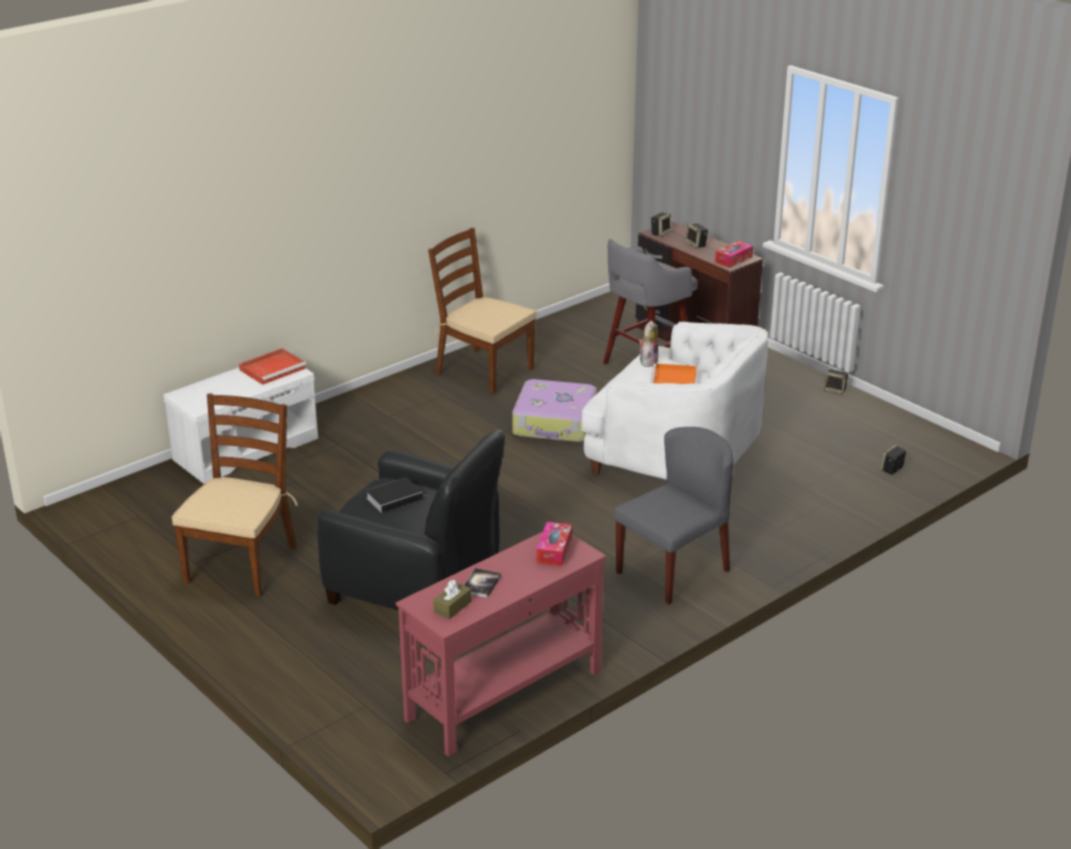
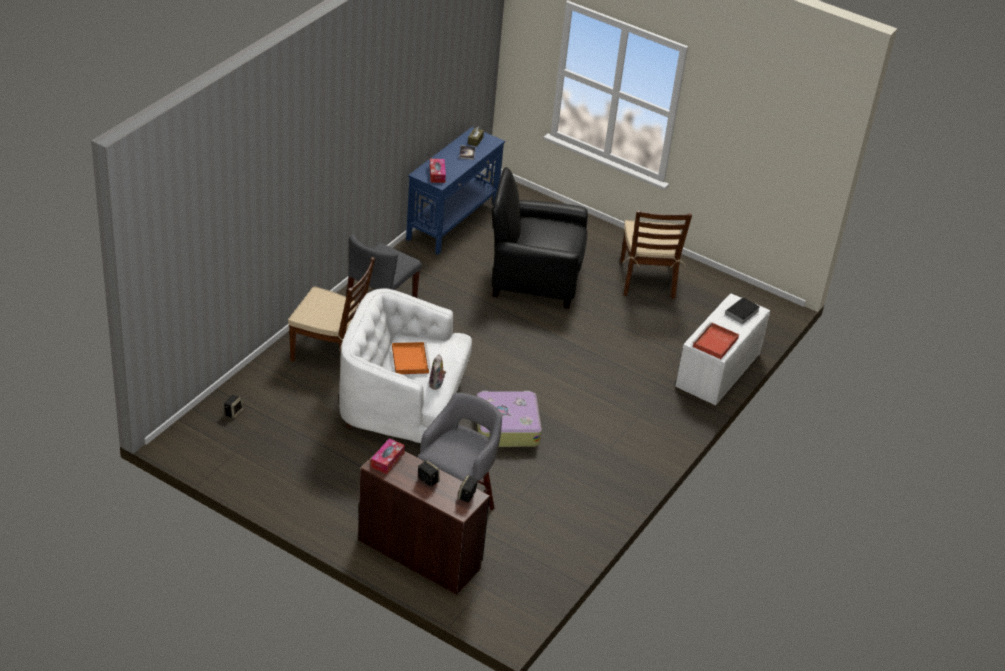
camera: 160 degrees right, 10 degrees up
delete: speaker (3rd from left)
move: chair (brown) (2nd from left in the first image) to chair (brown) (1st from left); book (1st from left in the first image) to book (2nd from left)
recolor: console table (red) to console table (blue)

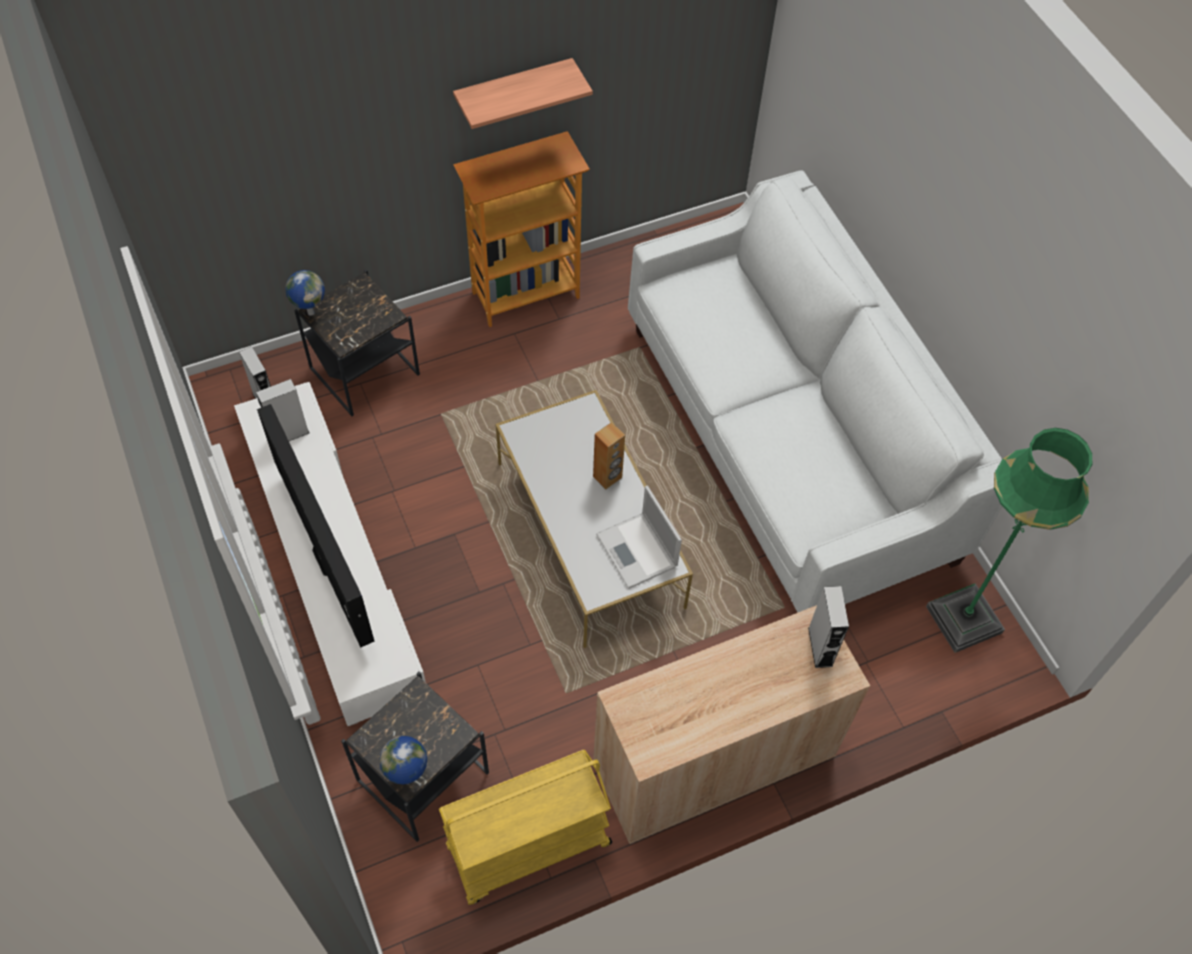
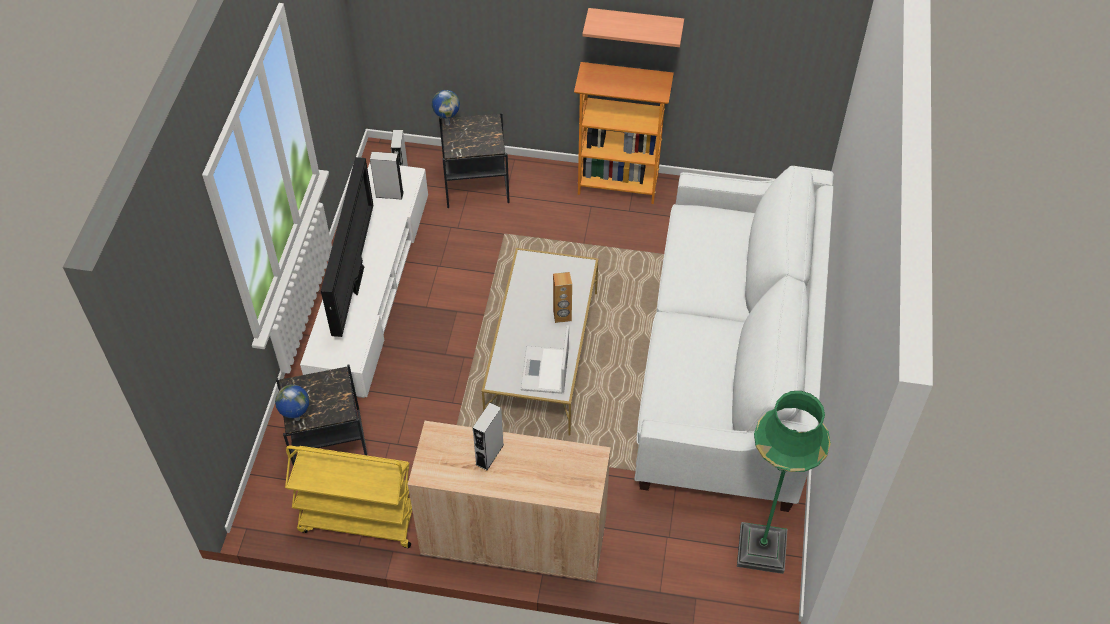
camera: 35 degrees right, 5 degrees down
move: speaker (grey) (3rd from left)

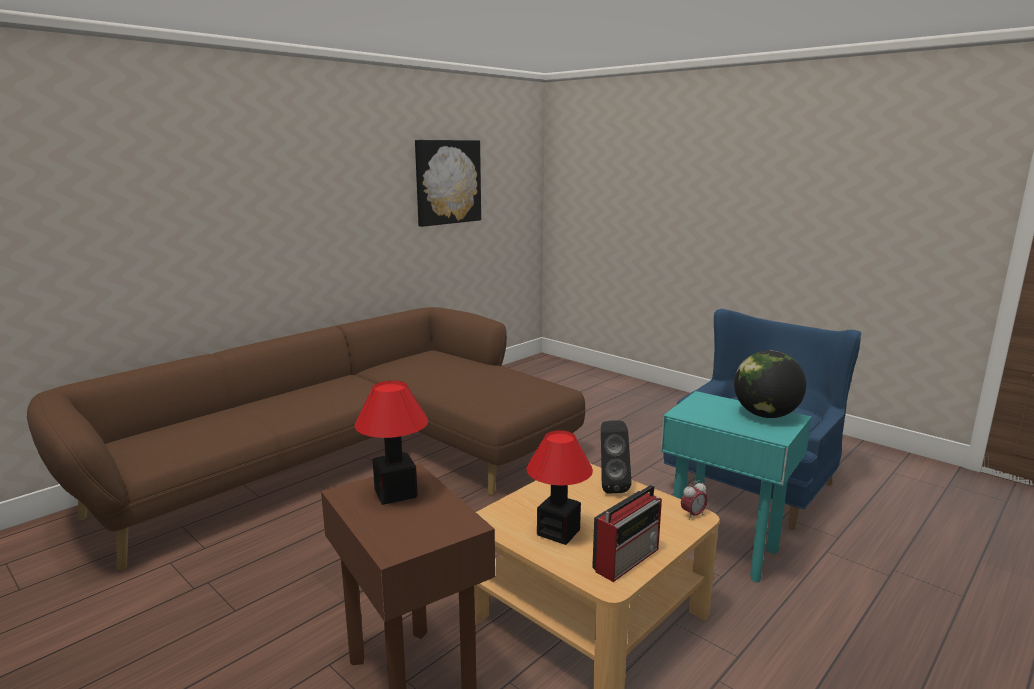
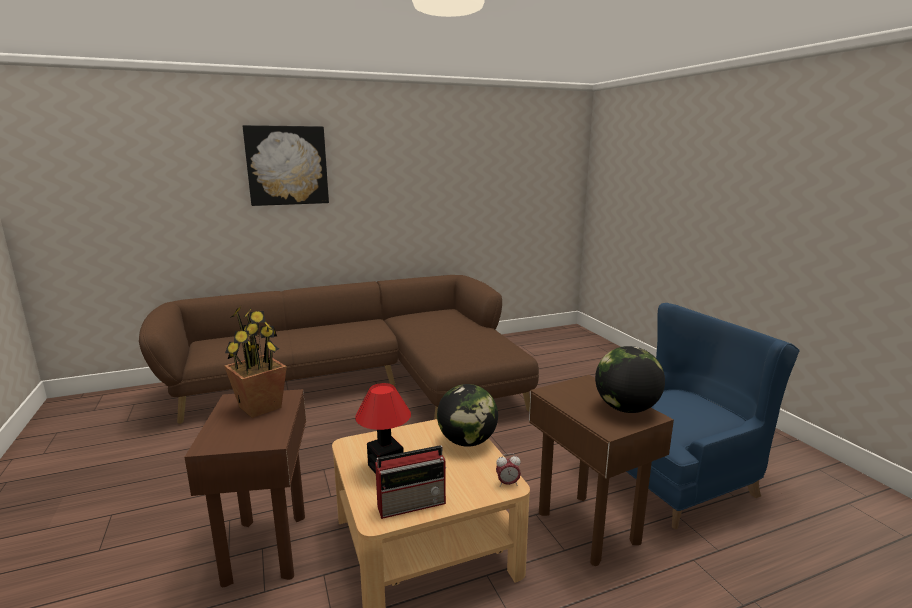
camera: 25 degrees right, 0 degrees up
move: picture
replace: table lamp (1st from left) to potted plant; speaker (black) to globe (1st from left)
recolor: side table (turquoise) to side table (brown) (2nd from left)

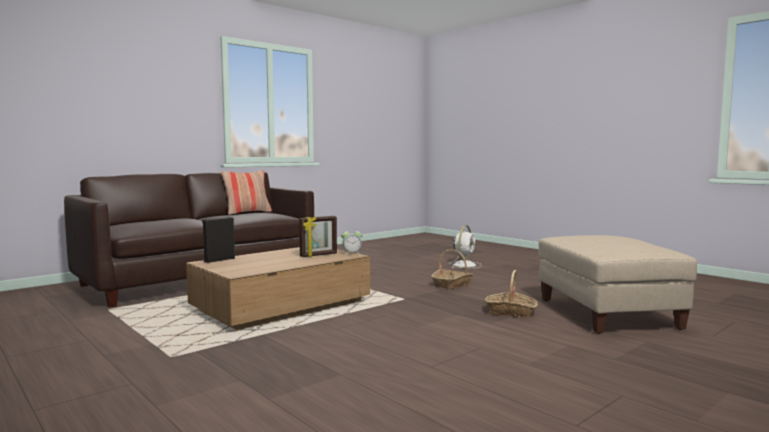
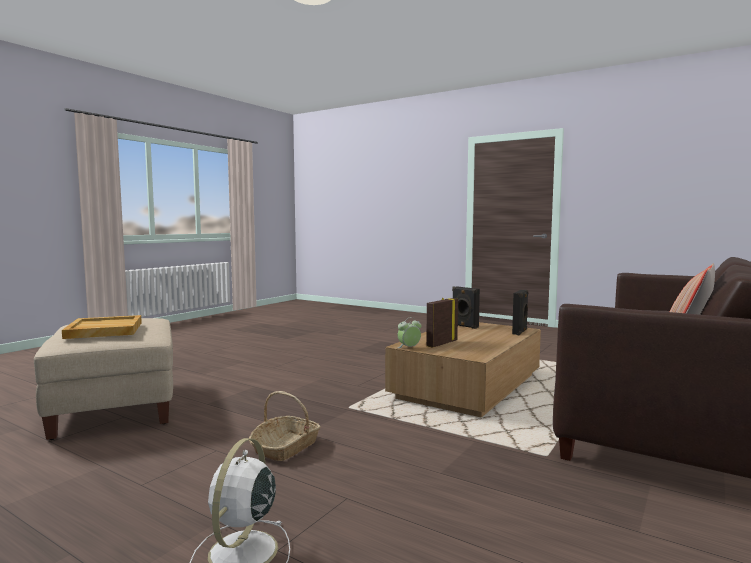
camera: 165 degrees right, 0 degrees up
delete: basket (2nd from left)
insert: speaker (black) (1st from left); tray (beige)

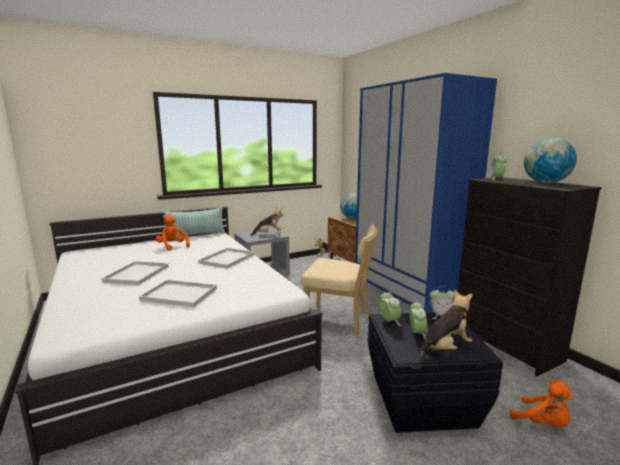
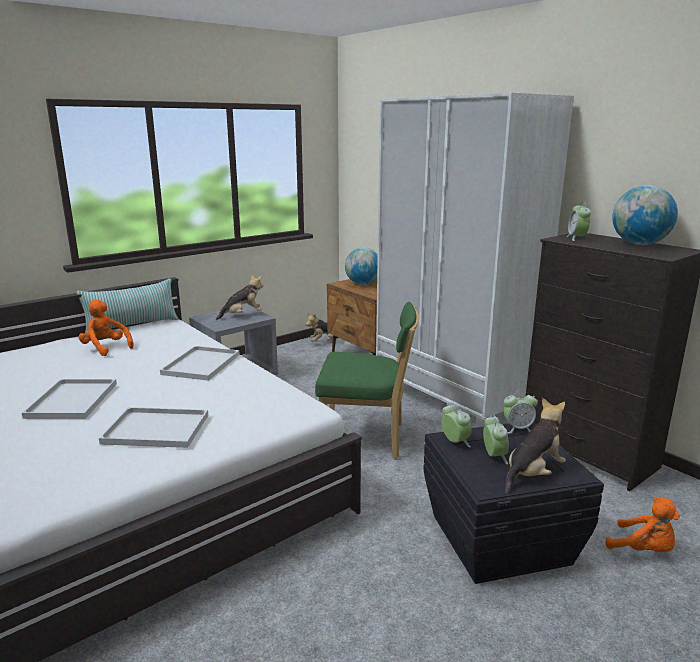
camera: 10 degrees left, 5 degrees up
recolor: wardrobe (blue) to wardrobe (white); chair (beige) to chair (green)

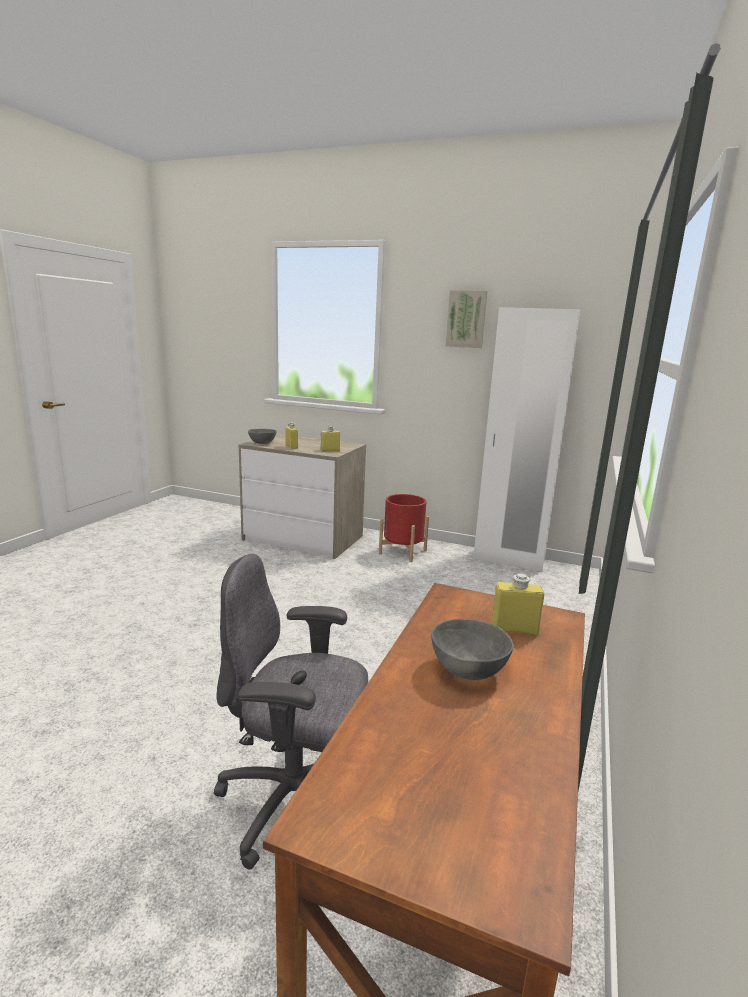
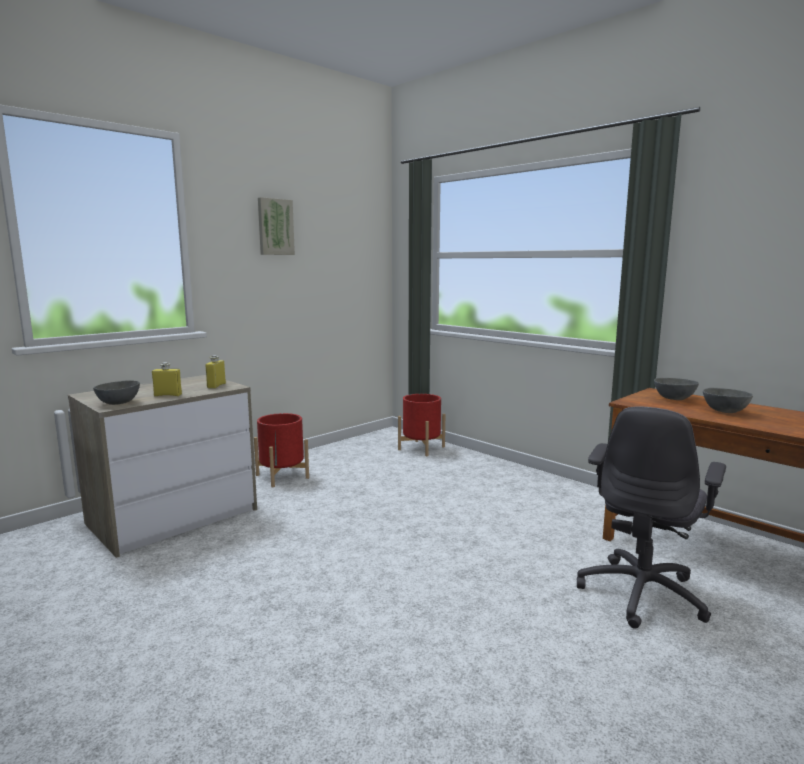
camera: 65 degrees left, 5 degrees down
delete: wardrobe (white)
insert: planter (red) (2nd from left)
replace: bottle (yellow) (3rd from left) to bowl (grey) (2nd from left)

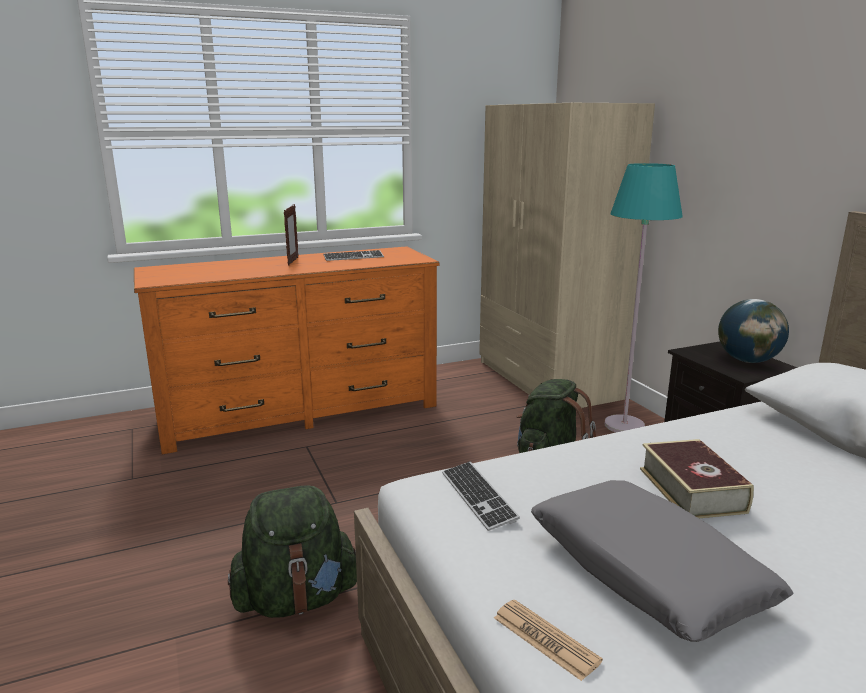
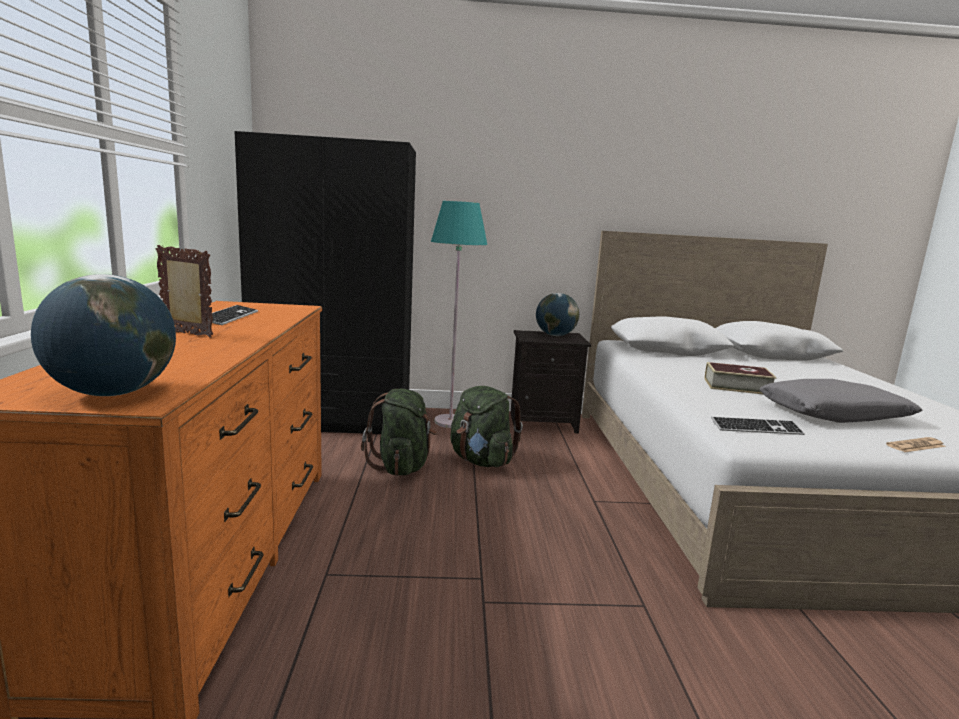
camera: 70 degrees left, 5 degrees down
insert: globe (1st from left)
move: backpack (green) (1st from left)
recolor: wardrobe (beige) to wardrobe (black)

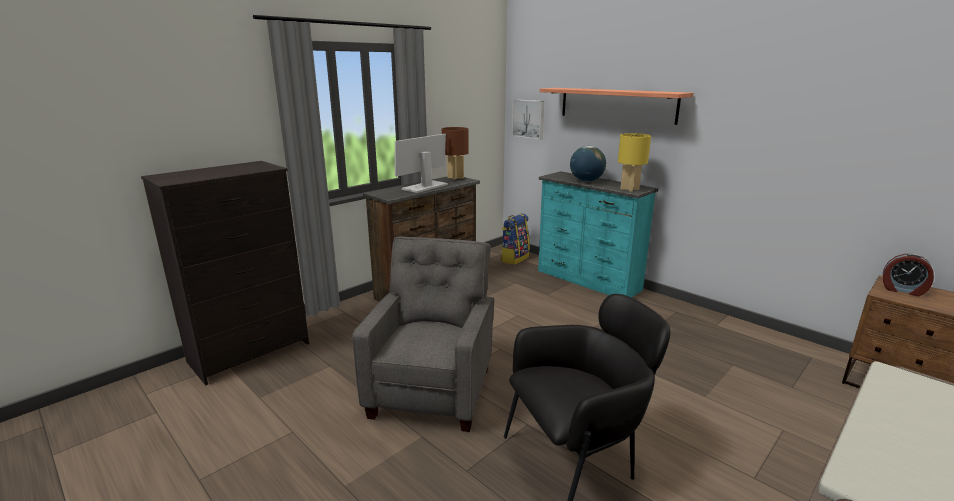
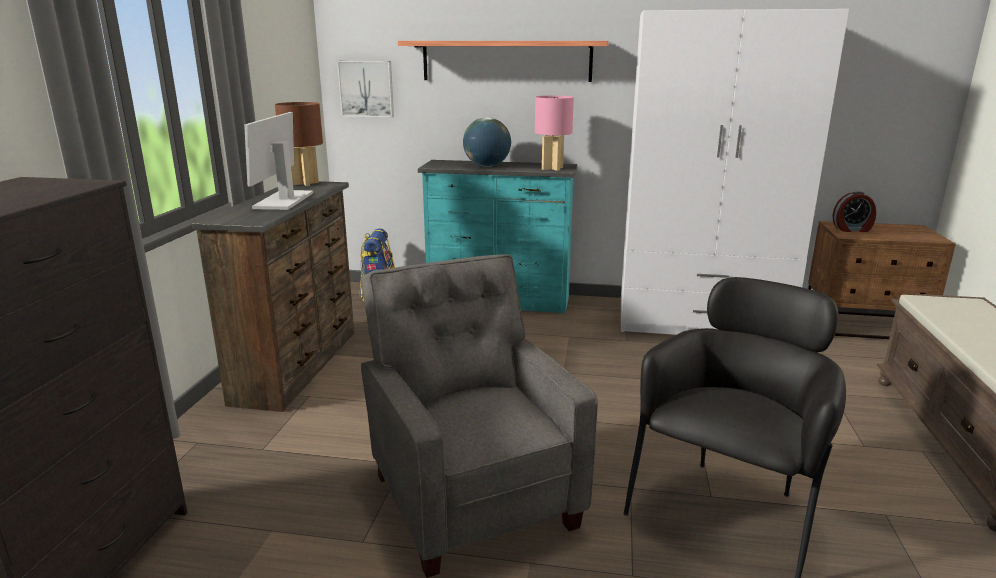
camera: 35 degrees left, 0 degrees up
insert: wardrobe (white)
recolor: table lamp (yellow) to table lamp (pink)

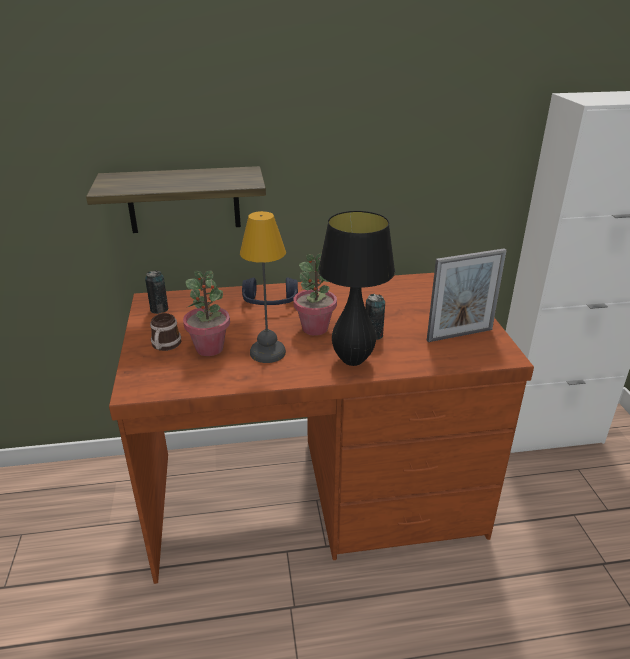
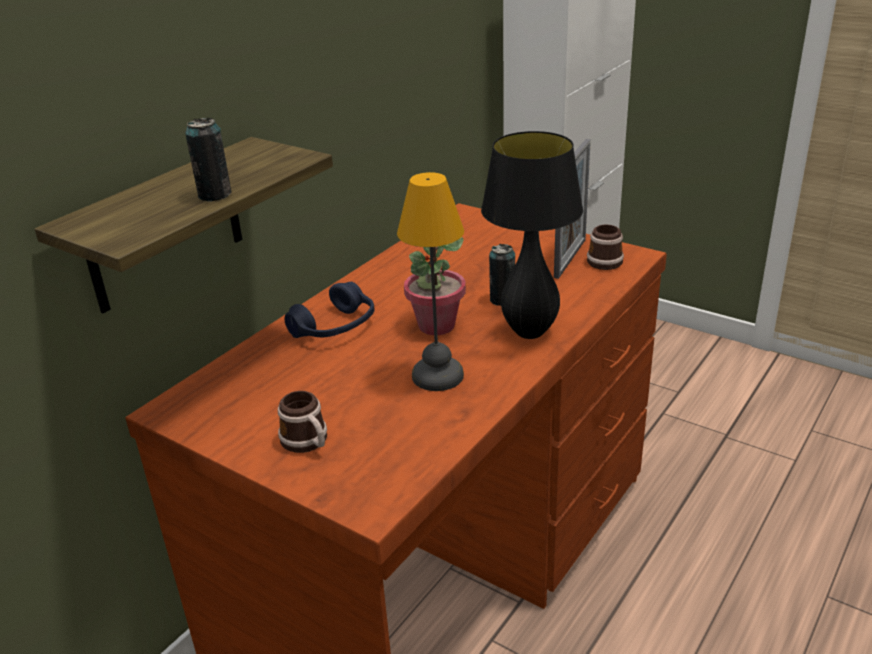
camera: 45 degrees left, 0 degrees up
delete: potted plant (1st from left)
insert: mug (2nd from left)
move: can (1st from left)

